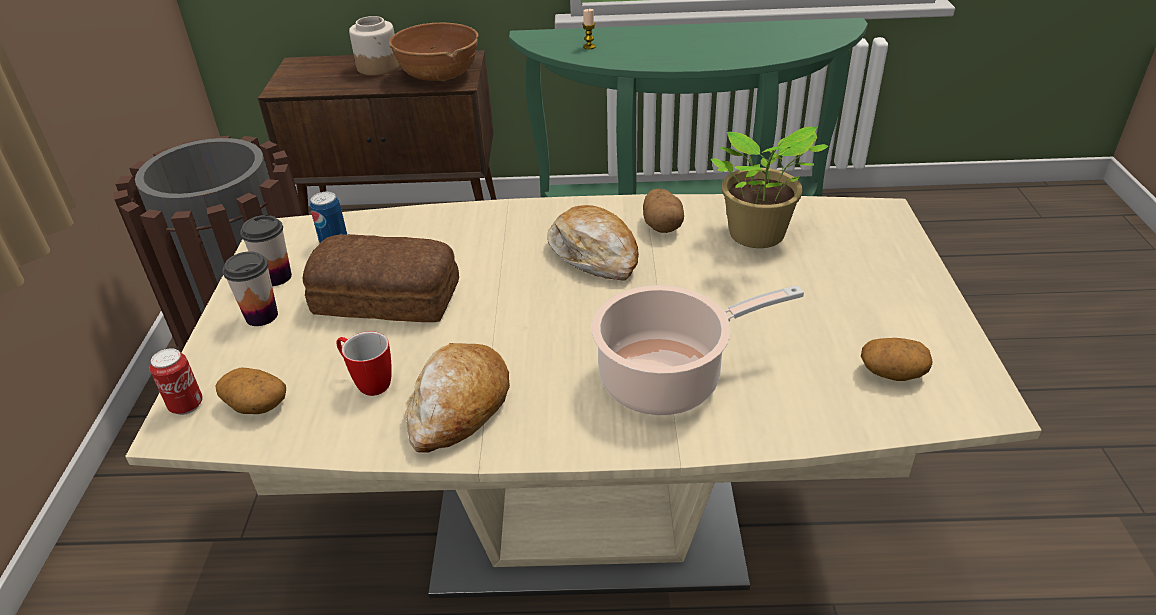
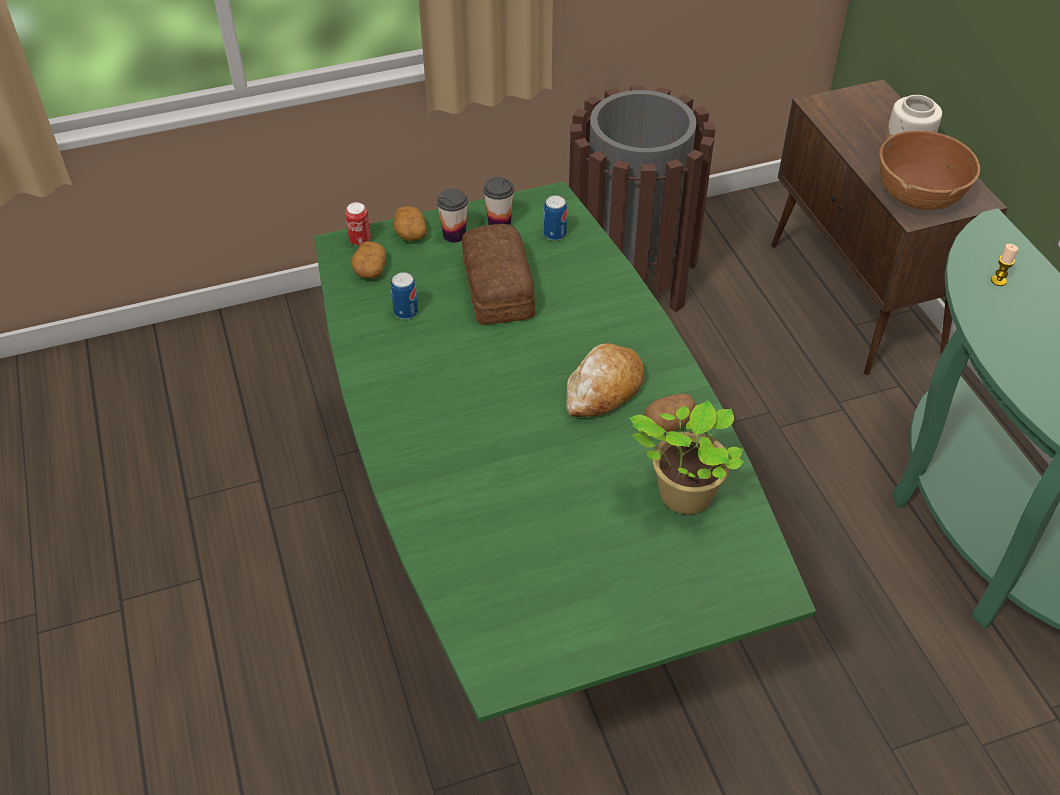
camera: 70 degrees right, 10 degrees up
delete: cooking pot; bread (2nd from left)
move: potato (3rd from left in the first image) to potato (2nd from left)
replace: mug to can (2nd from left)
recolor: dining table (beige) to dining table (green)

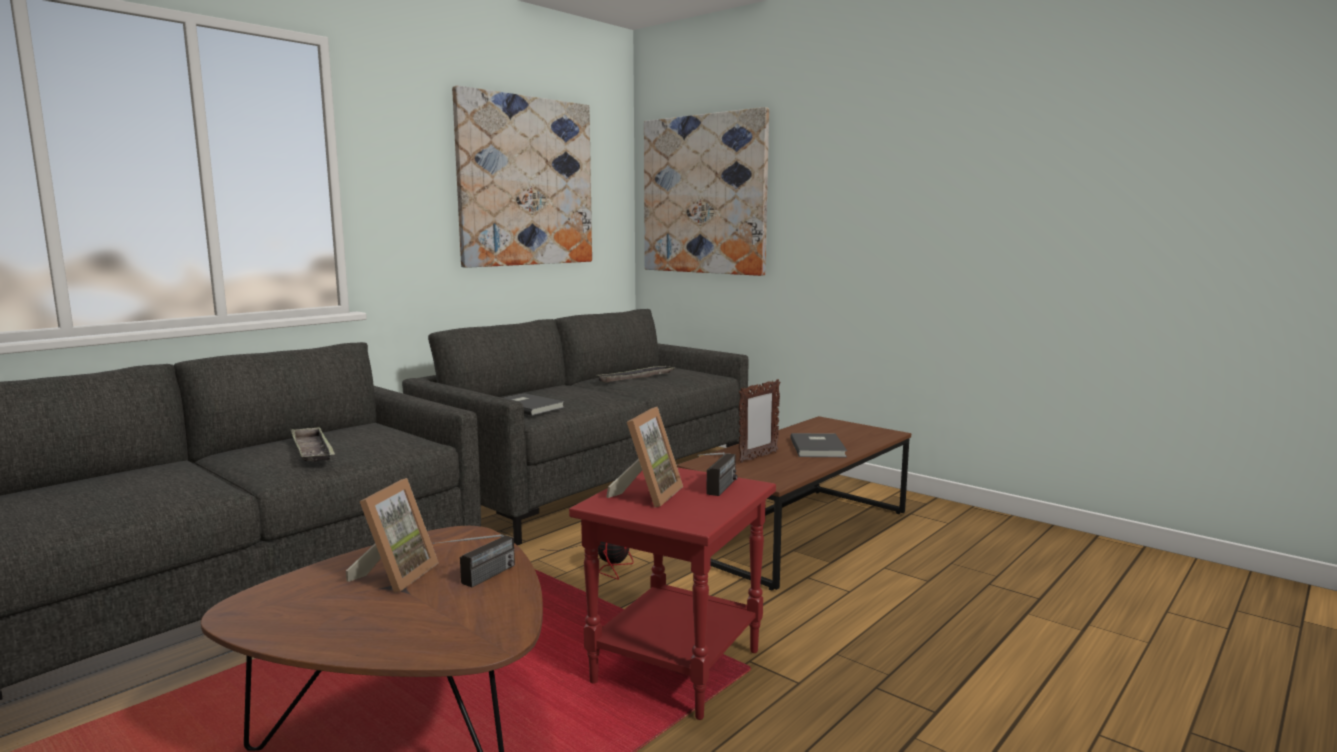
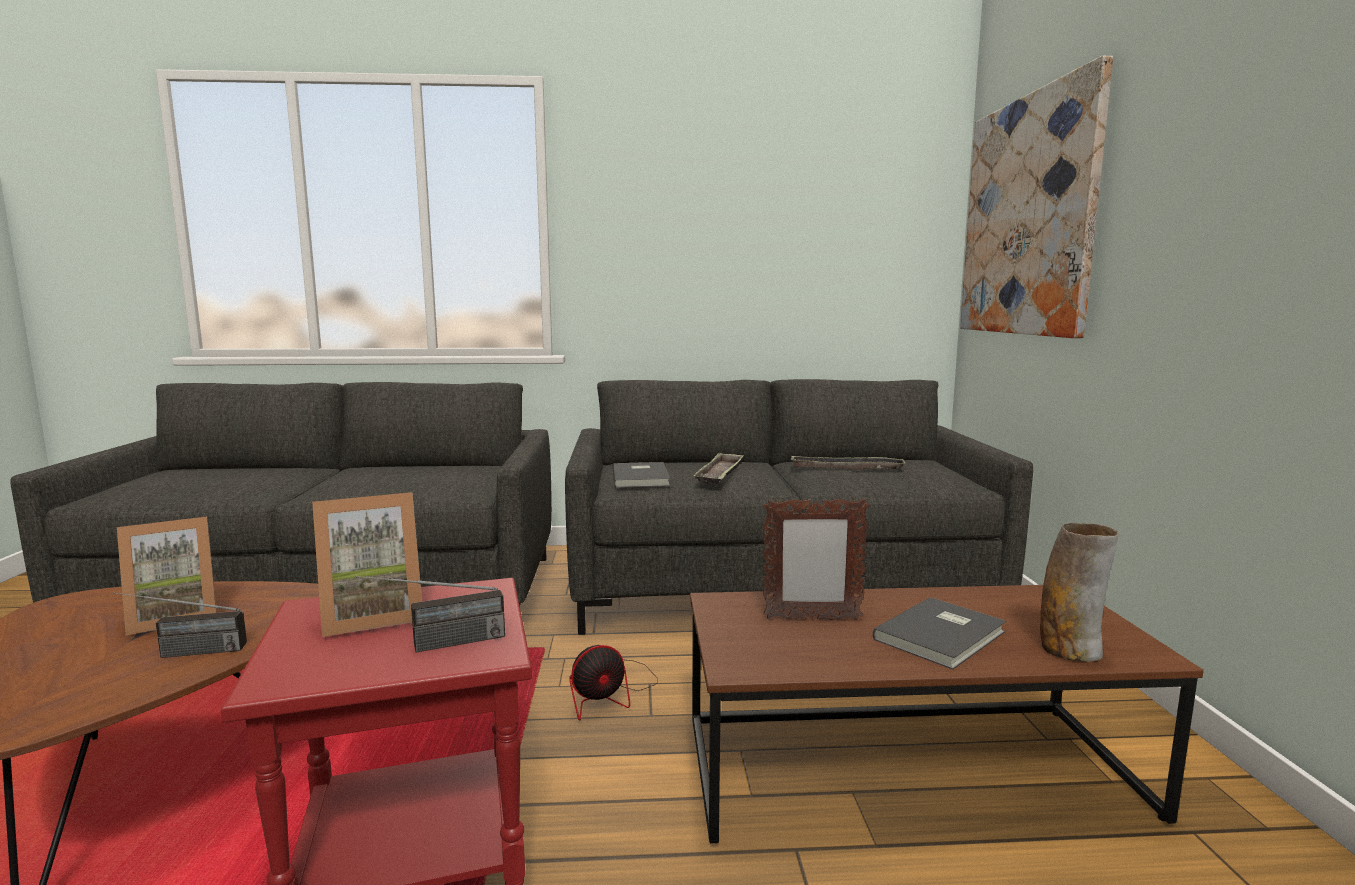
camera: 45 degrees right, 0 degrees up
delete: picture (1st from left)
insert: vase
move: tray (1st from left)

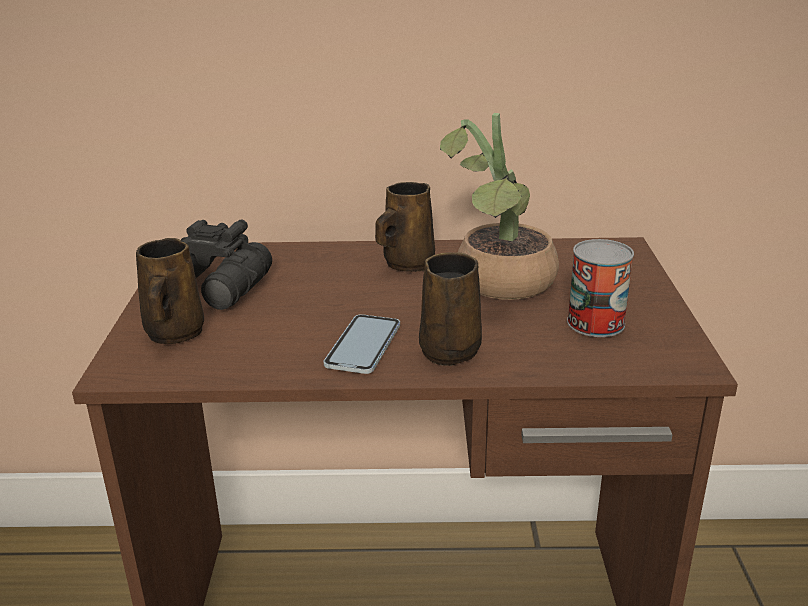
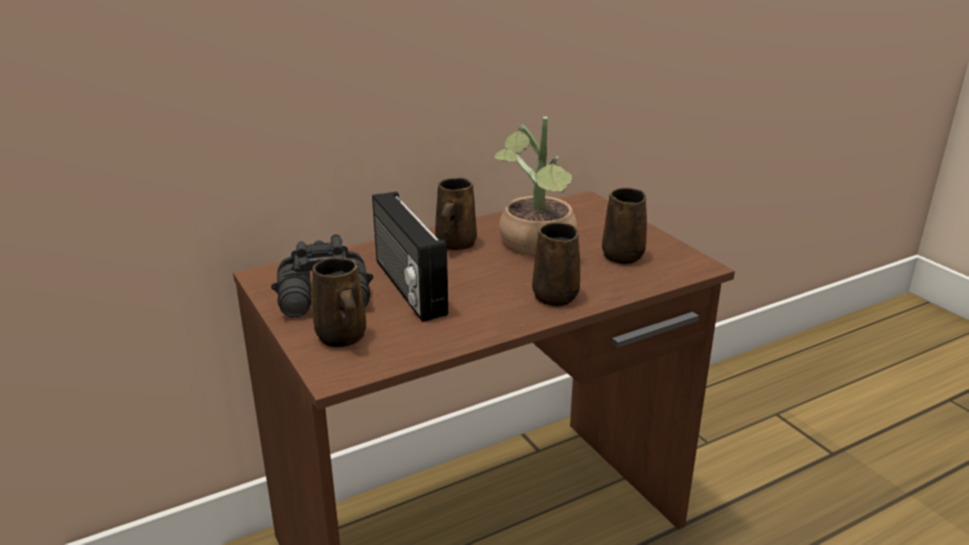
camera: 30 degrees left, 0 degrees up
delete: phone
insert: radio
replace: can to mug (brown) (4th from left)

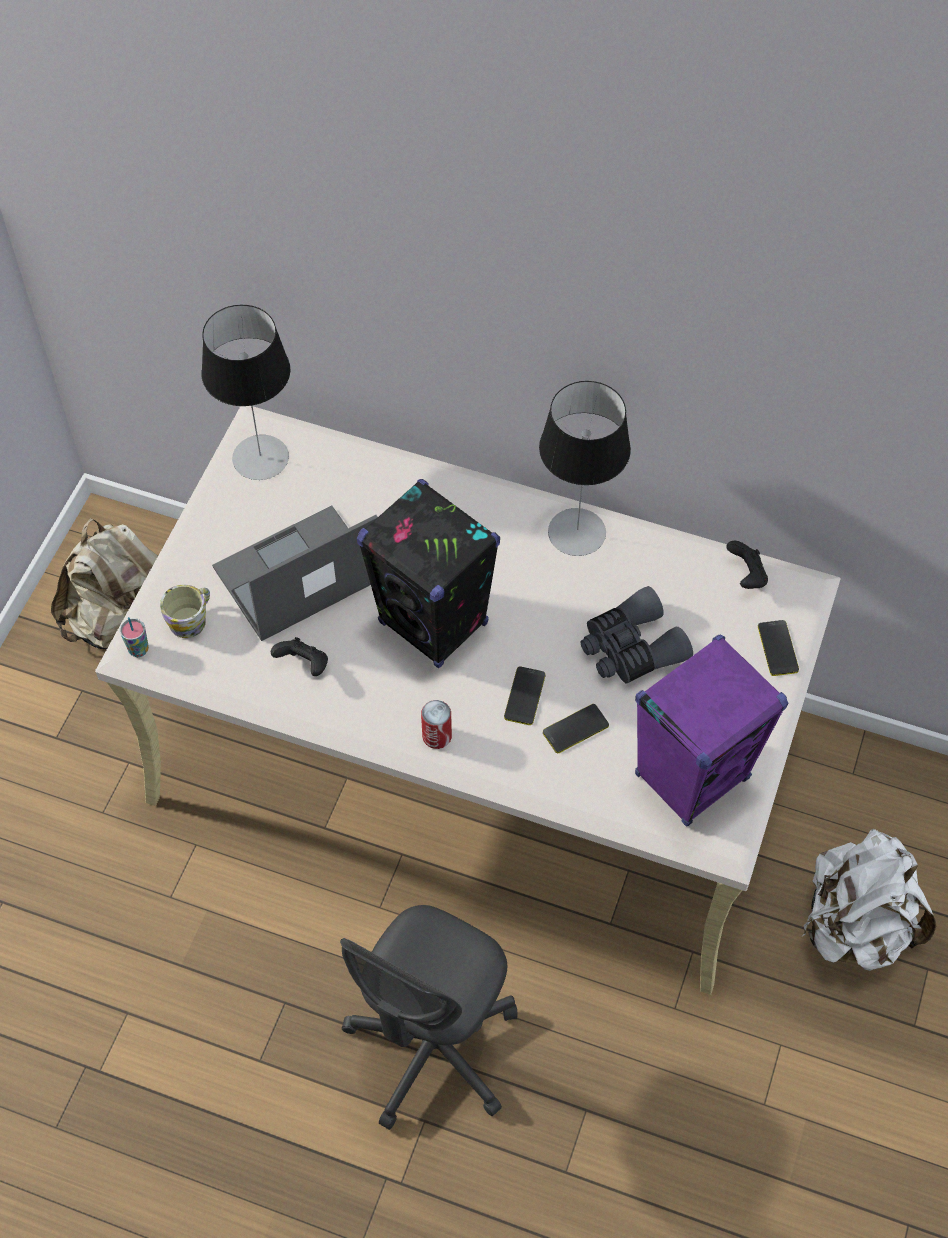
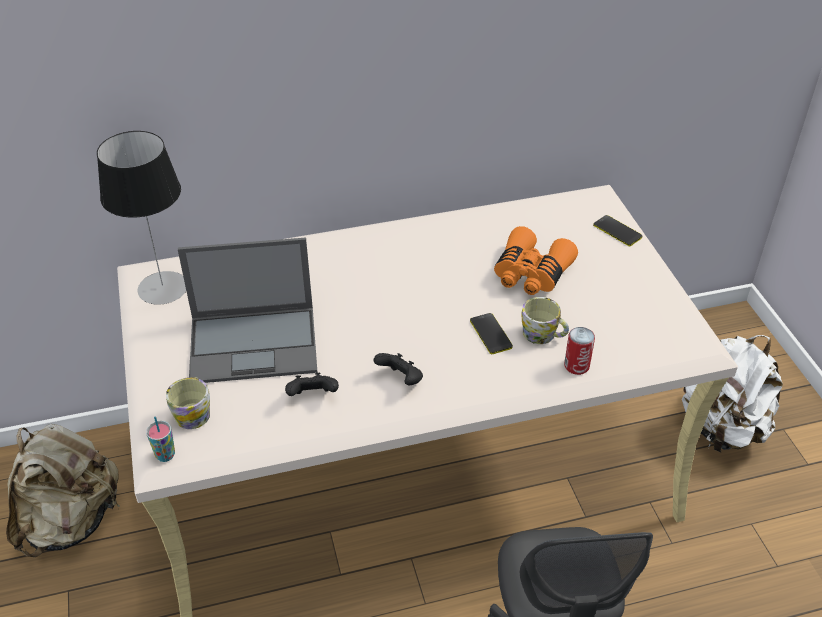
camera: 35 degrees left, 15 degrees down
delete: table lamp (2nd from left); speaker (black); speaker (purple)
move: game controller (black) (2nd from left); can
replace: phone (2nd from left) to mug (2nd from left)
recolor: binoculars (grey) to binoculars (orange)
rotate: laptop 120 degrees counterclockwise

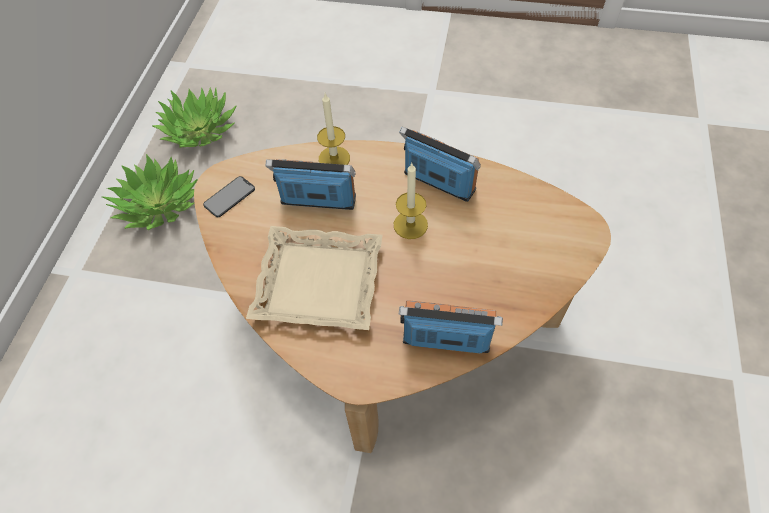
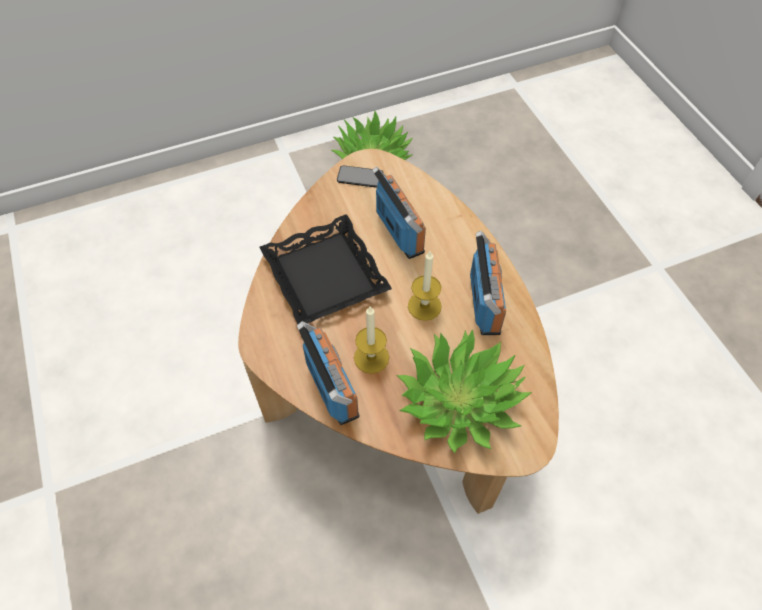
camera: 55 degrees right, 0 degrees up
move: potted plant (2nd from left); candle (1st from left)
recolor: tray (beige) to tray (black)

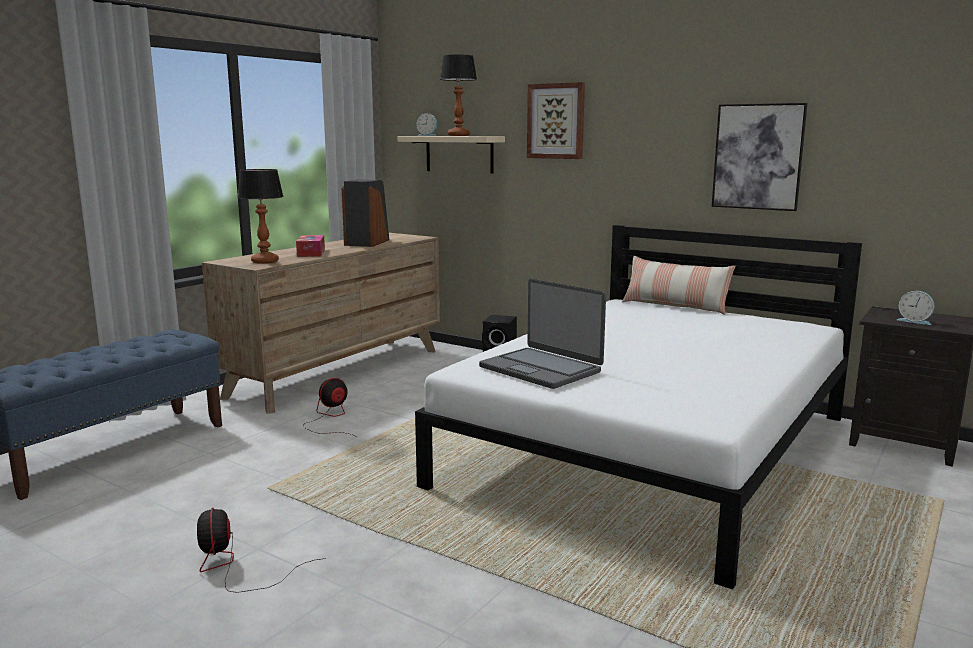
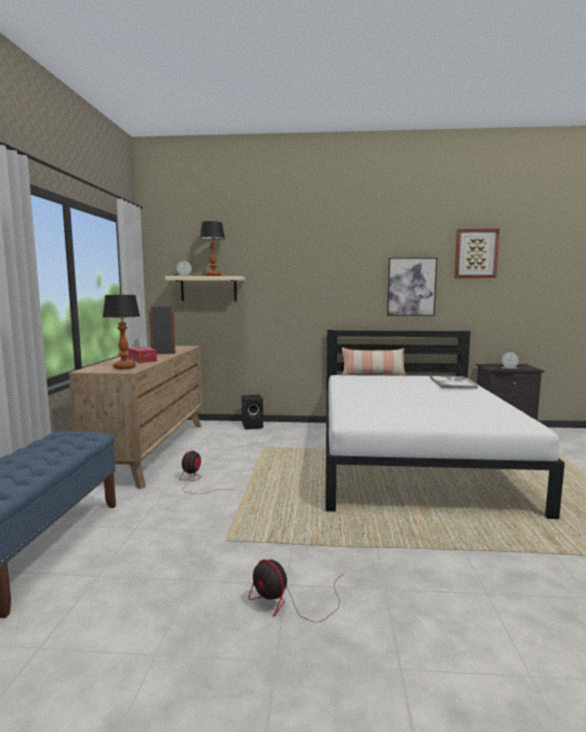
camera: 30 degrees left, 5 degrees down
delete: laptop
insert: tray
move: picture (1st from left in the first image) to picture (2nd from left)

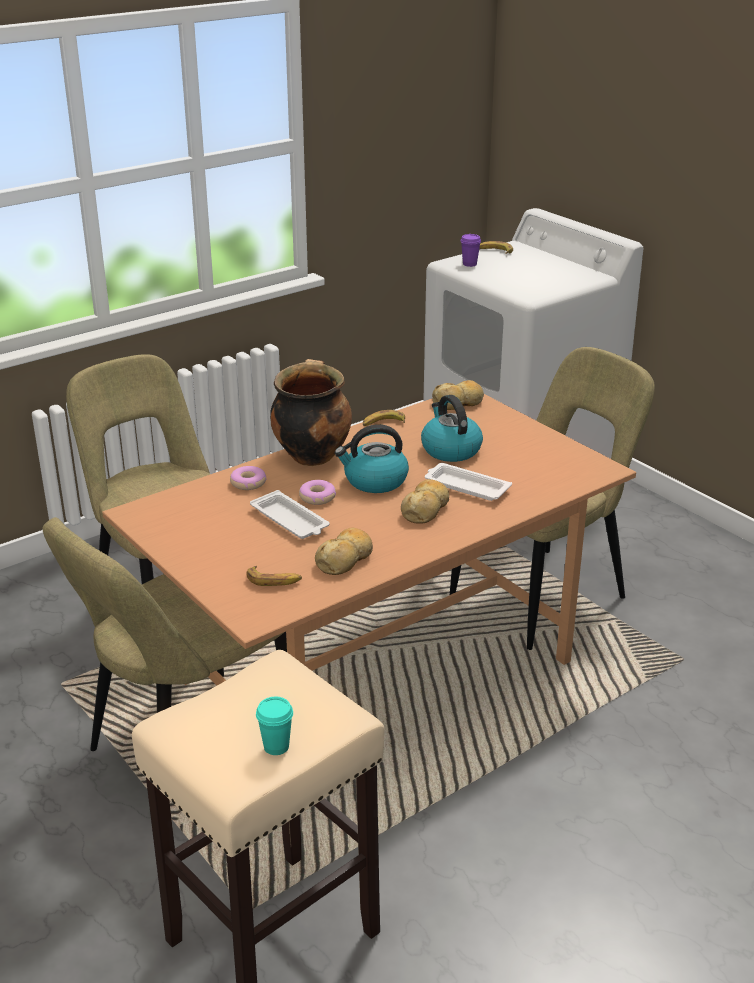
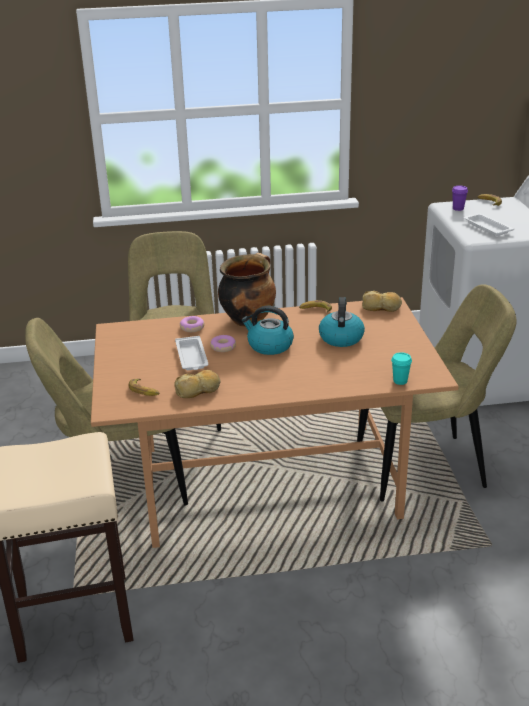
camera: 30 degrees right, 0 degrees up
delete: bread (2nd from left)
move: tray (white) (2nd from left); cup (turquoise)

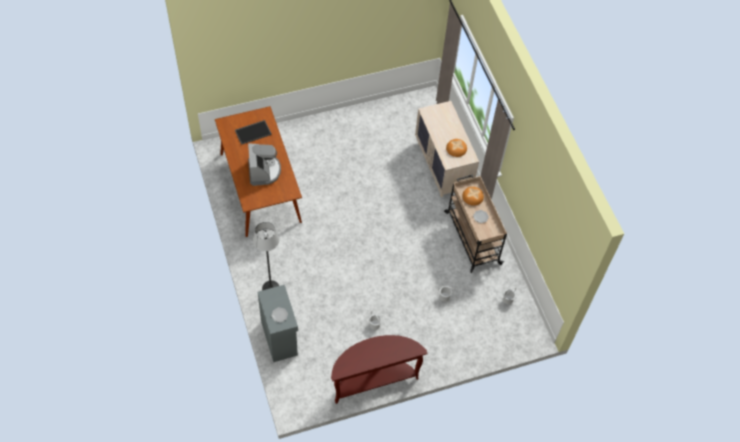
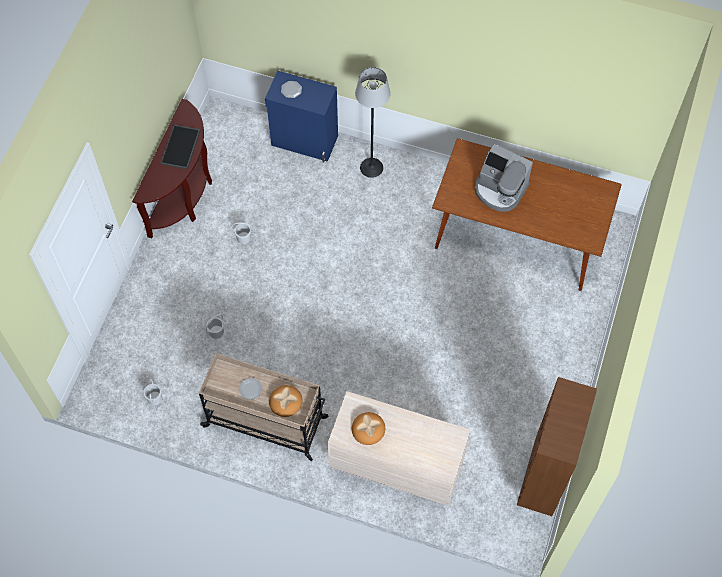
camera: 130 degrees right, 5 degrees up
insert: bookcase (brown)
move: tray
recolor: cabinet (grey) to cabinet (blue)

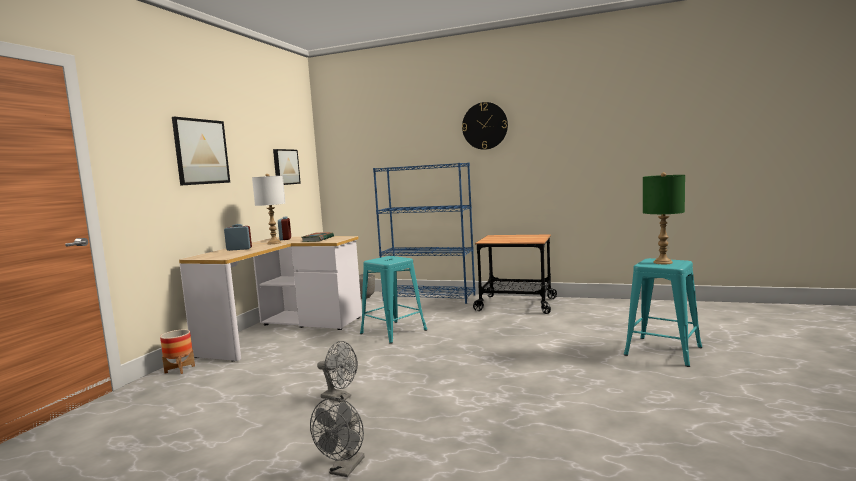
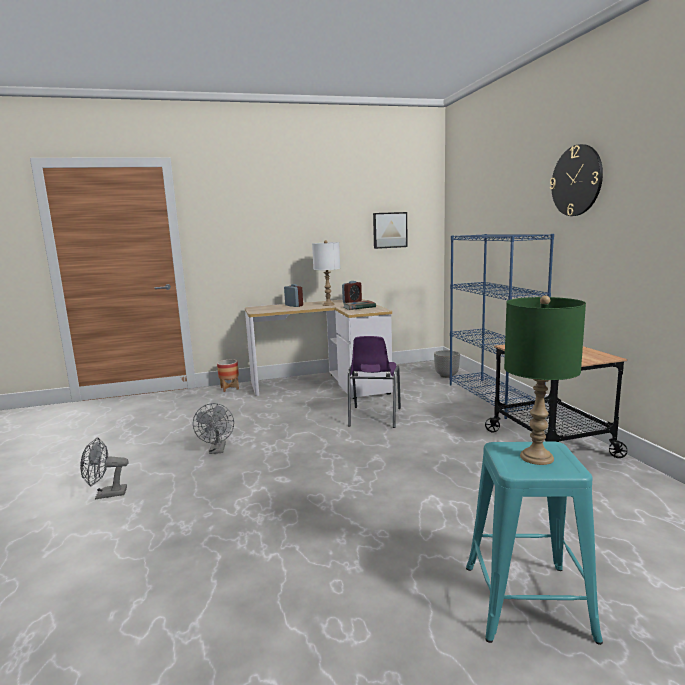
camera: 55 degrees right, 5 degrees up
delete: picture (1st from left)
replace: stool (turquoise) (1st from left) to chair (purple)

